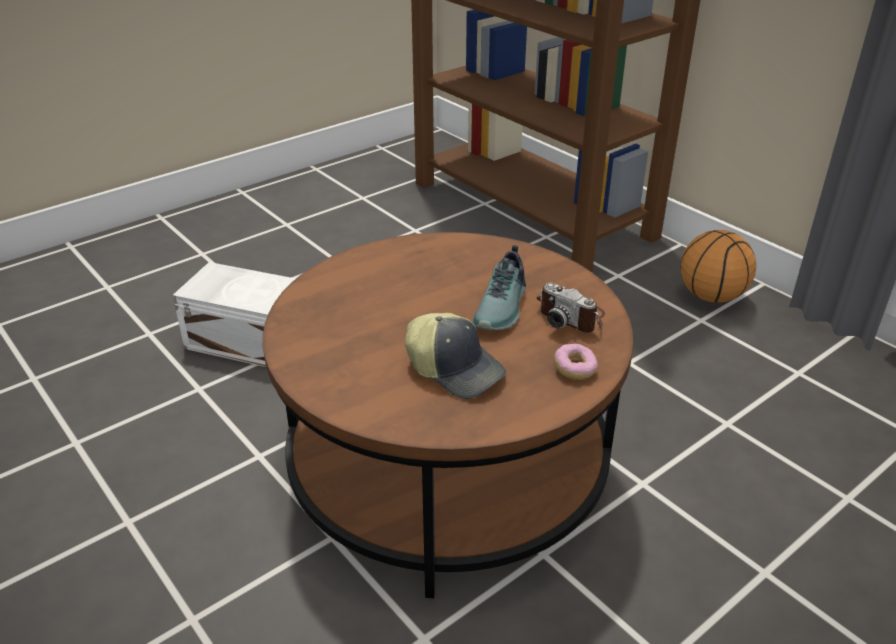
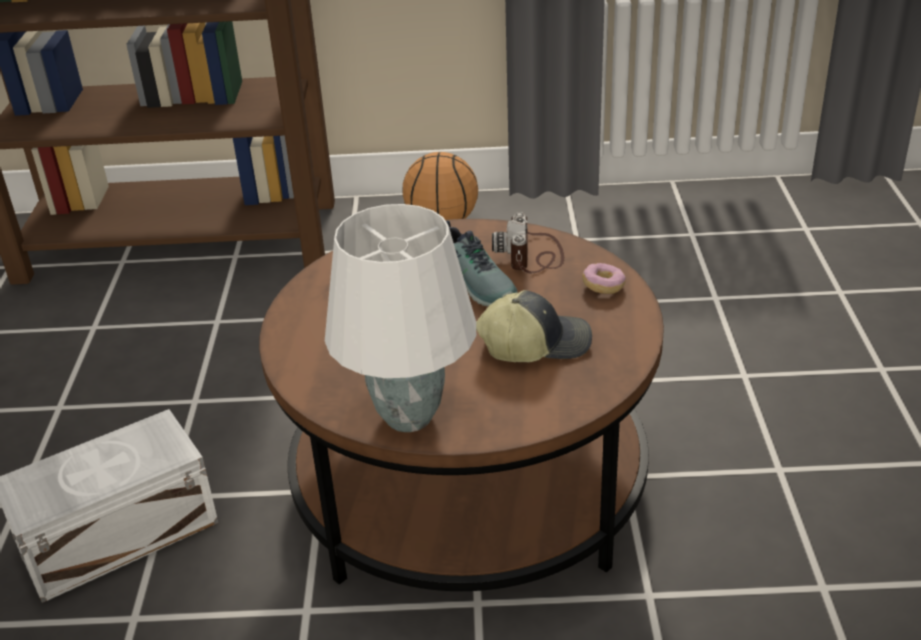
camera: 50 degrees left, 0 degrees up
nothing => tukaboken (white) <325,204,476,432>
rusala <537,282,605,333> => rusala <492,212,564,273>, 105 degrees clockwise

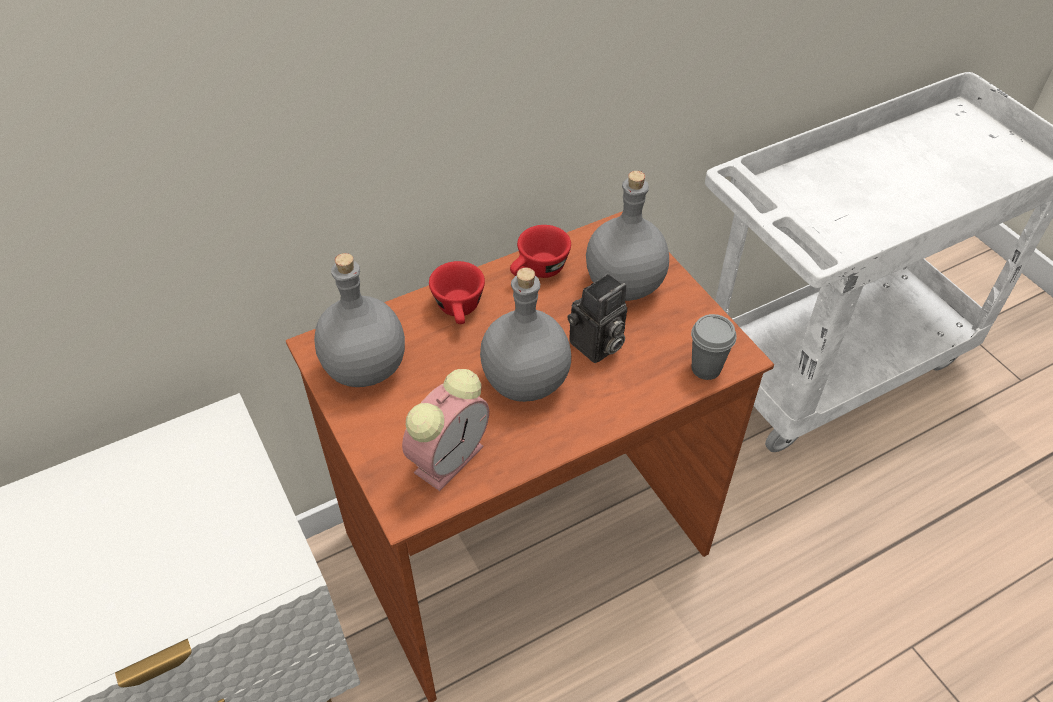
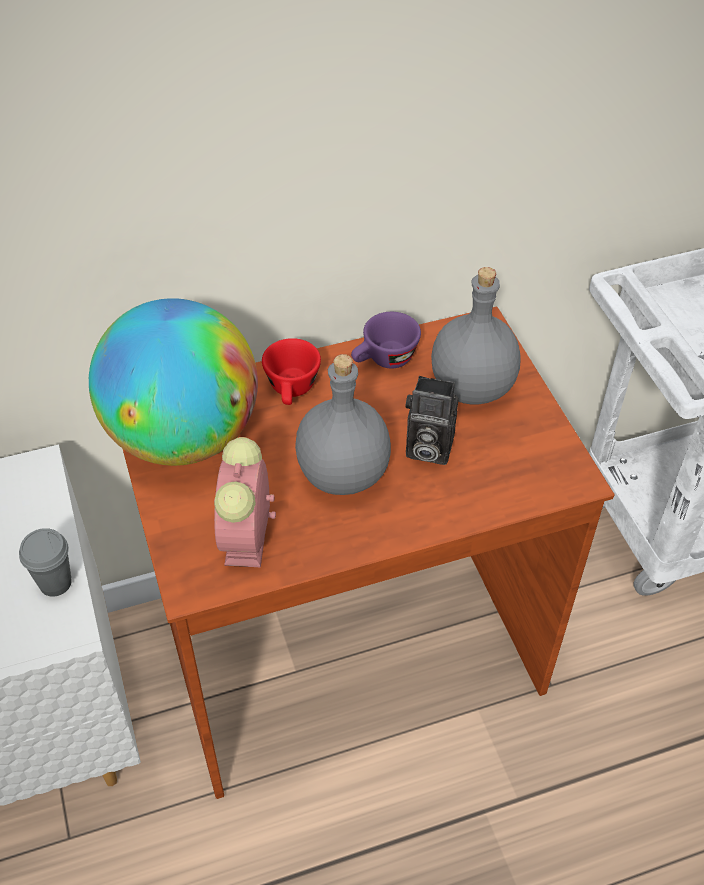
camera: 10 degrees right, 0 degrees up
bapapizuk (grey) <691,314,736,380> => bapapizuk (grey) <19,528,72,597>, relocated
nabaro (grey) <314,253,405,387> => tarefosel <89,298,258,466>
bapapizuk (red) <510,225,571,278> => bapapizuk (purple) <351,312,421,368>
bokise <402,369,489,491> => bokise <214,437,276,567>, 135 degrees clockwise
rusala <568,273,627,363> => rusala <405,376,459,465>, 45 degrees clockwise

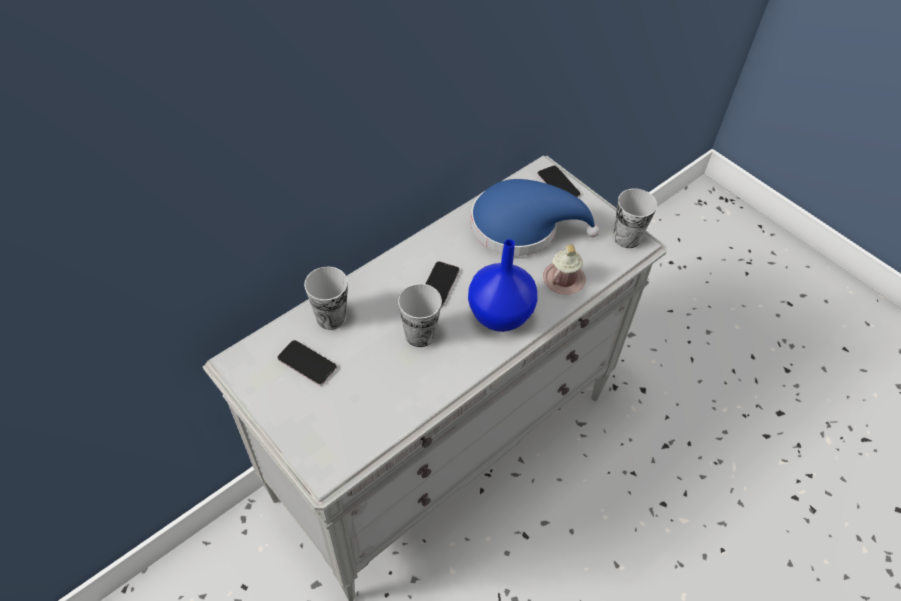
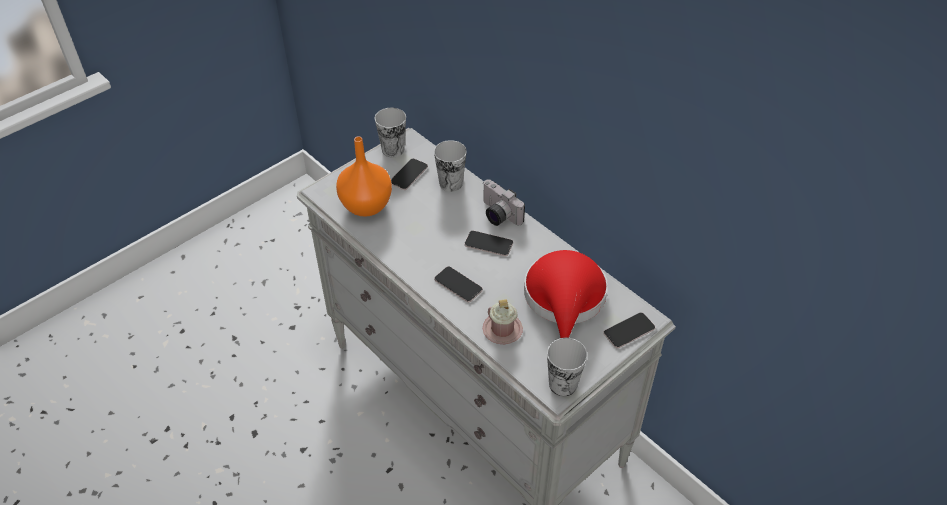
camera: 90 degrees right, 5 degrees down
nothing => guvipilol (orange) <336,136,392,217>
nothing => rusala <483,179,525,226>
bapapizuk <398,284,442,347> => bapapizuk <375,108,406,158>, relocated
guvipilol (blue) <468,239,538,332> => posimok <434,266,483,302>
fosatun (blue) <471,179,599,256> => fosatun (red) <524,250,608,338>

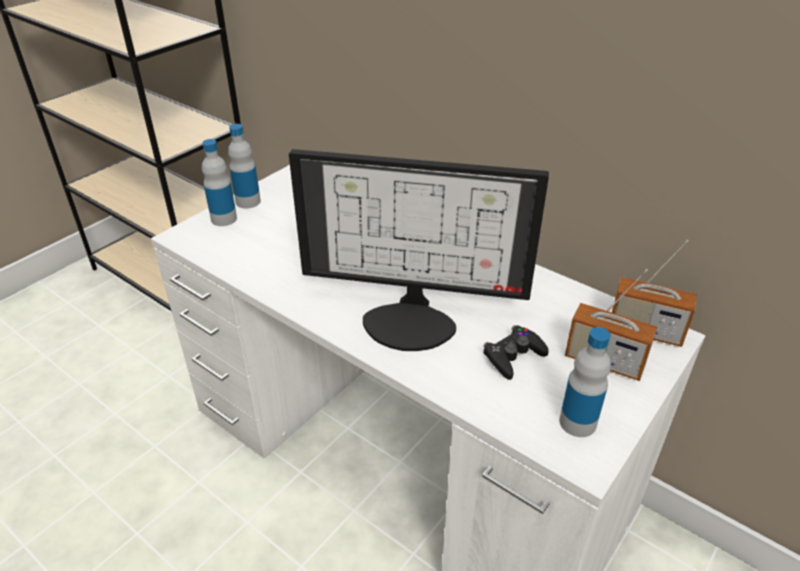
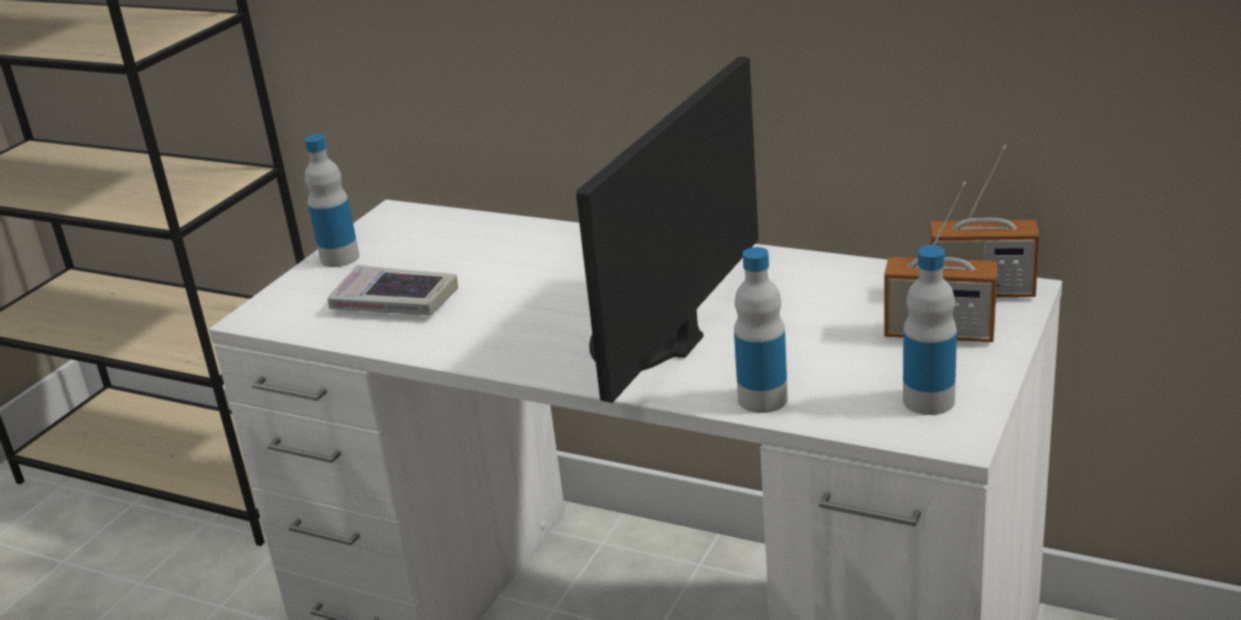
camera: 10 degrees left, 10 degrees down
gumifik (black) <483,325,549,380> => nothing
nothing => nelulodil <328,265,458,316>
nabaro <202,139,237,226> => nabaro <734,247,788,413>, relocated
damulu <289,149,549,351> => damulu <576,57,758,403>, 120 degrees clockwise

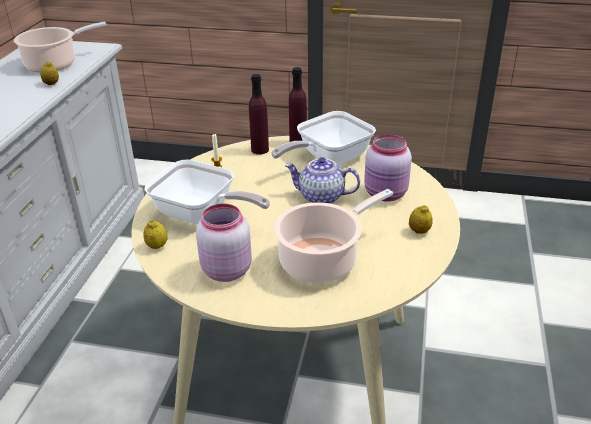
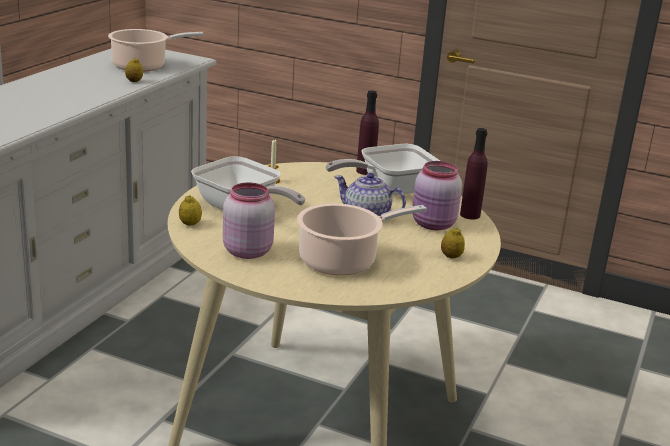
camera: 10 degrees right, 10 degrees down
nabaro (purple) <249,74,269,155> => nabaro (purple) <460,128,487,219>, relocated

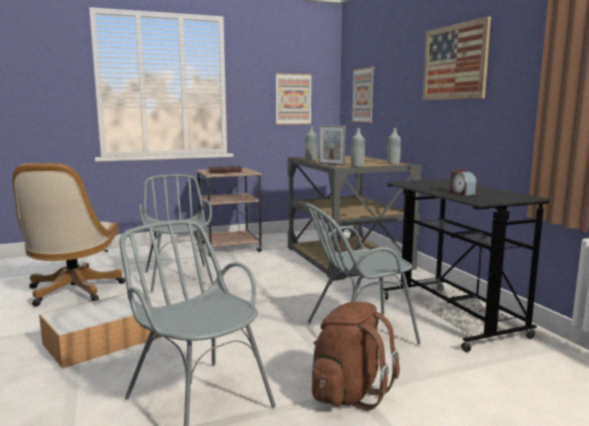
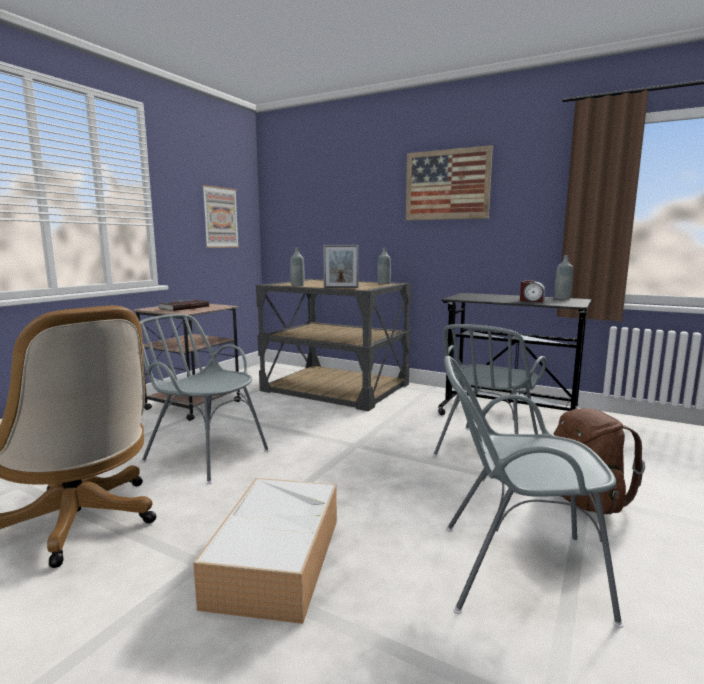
camera: 40 degrees left, 0 degrees up
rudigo <351,67,375,123> => nothing
nabaro (grey) <350,128,365,167> => nabaro (grey) <554,255,573,299>, relocated

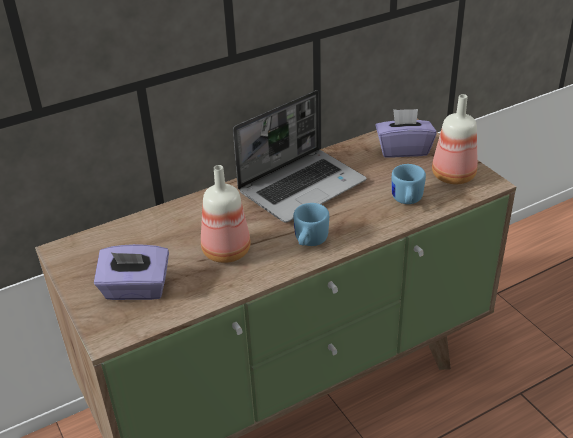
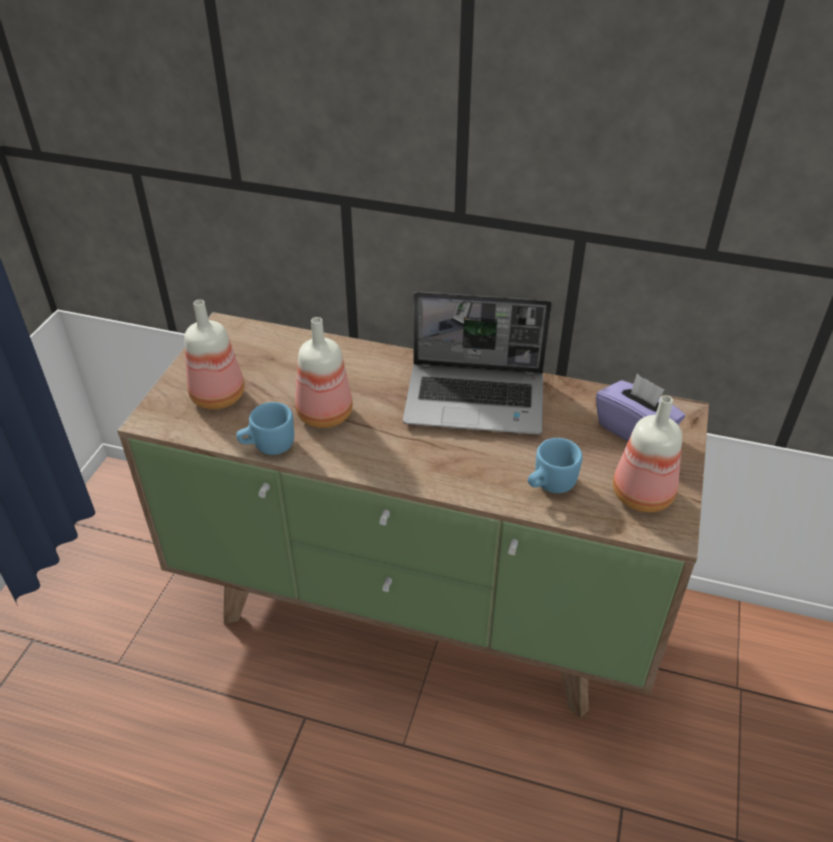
camera: 45 degrees right, 5 degrees up
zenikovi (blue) <293,203,329,246> => zenikovi (blue) <236,402,294,455>, relocated
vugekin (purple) <94,244,169,300> => nabaro <184,299,245,409>

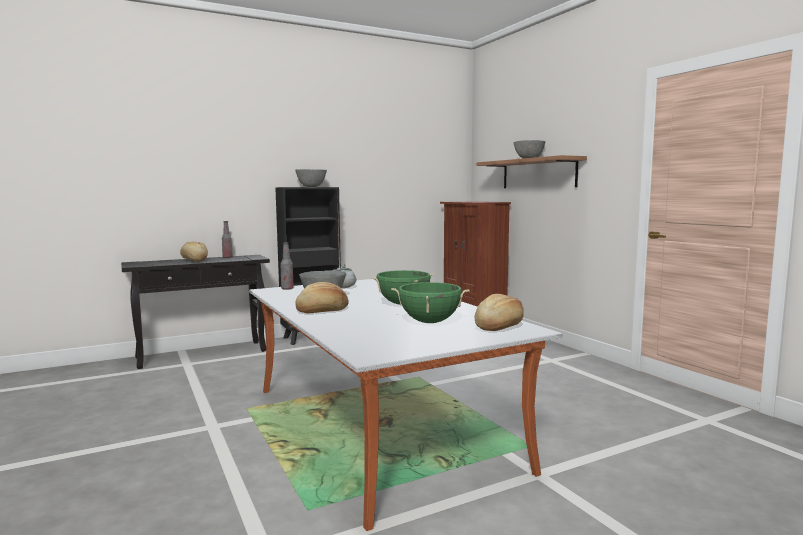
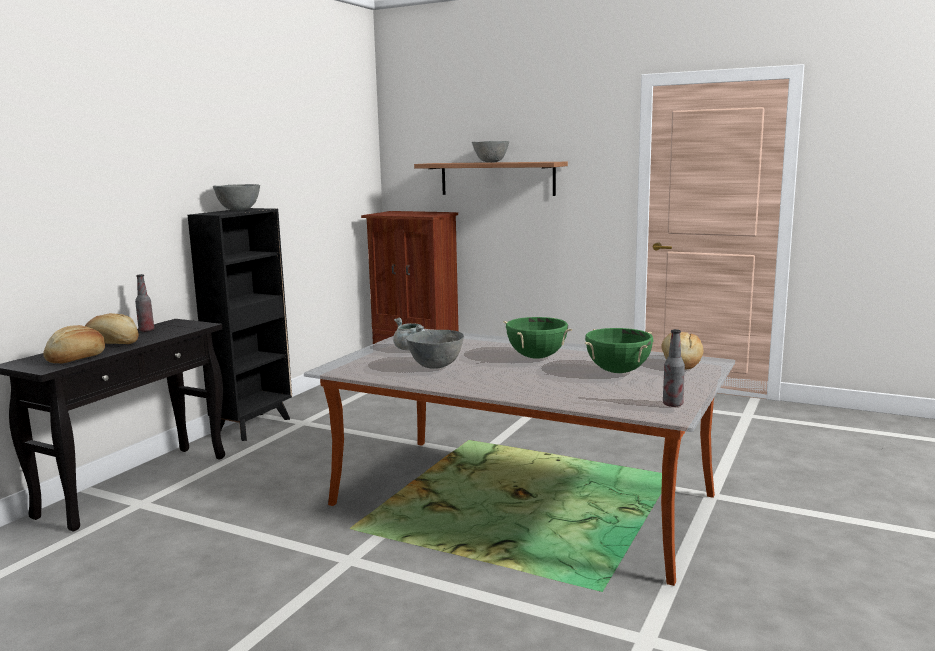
camera: 35 degrees left, 5 degrees up
nabaro <281,242,294,290> => nabaro <663,329,685,407>, relocated
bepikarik <295,282,349,313> => bepikarik <43,325,105,363>, relocated

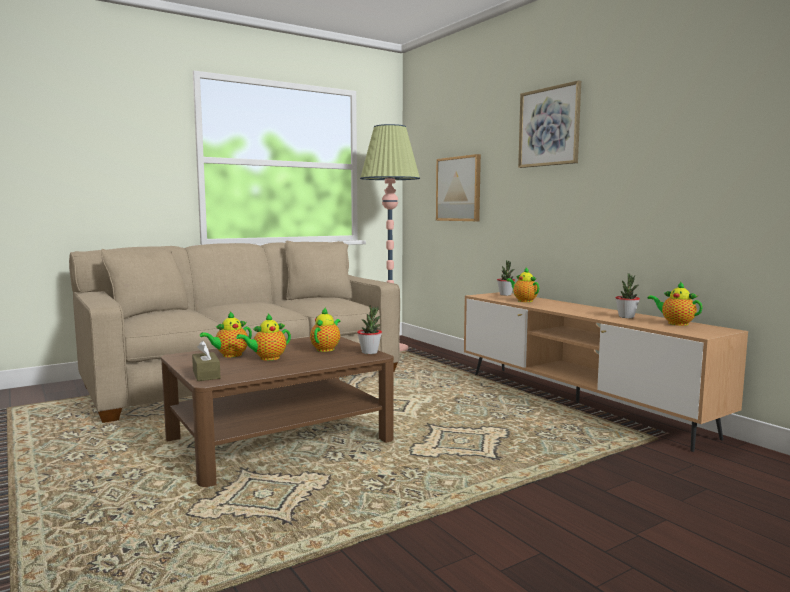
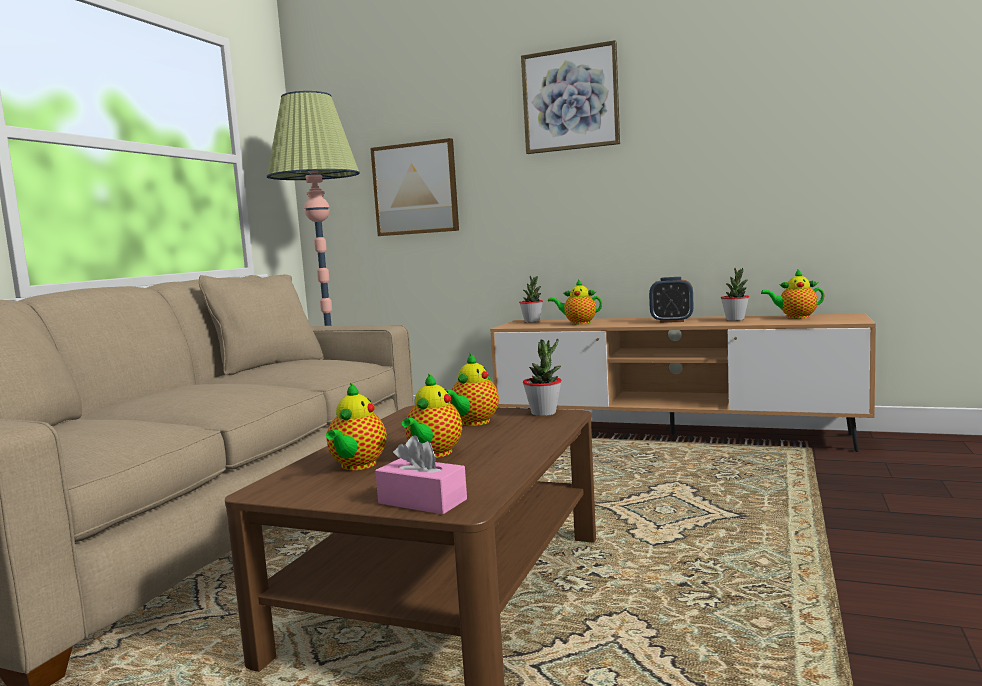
camera: 35 degrees left, 0 degrees up
nothing => bokise <649,277,693,323>
vugekin (brown) <192,341,221,381> => vugekin (pink) <375,435,467,514>
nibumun <310,307,341,352> => nibumun <447,353,499,426>, 135 degrees counterclockwise

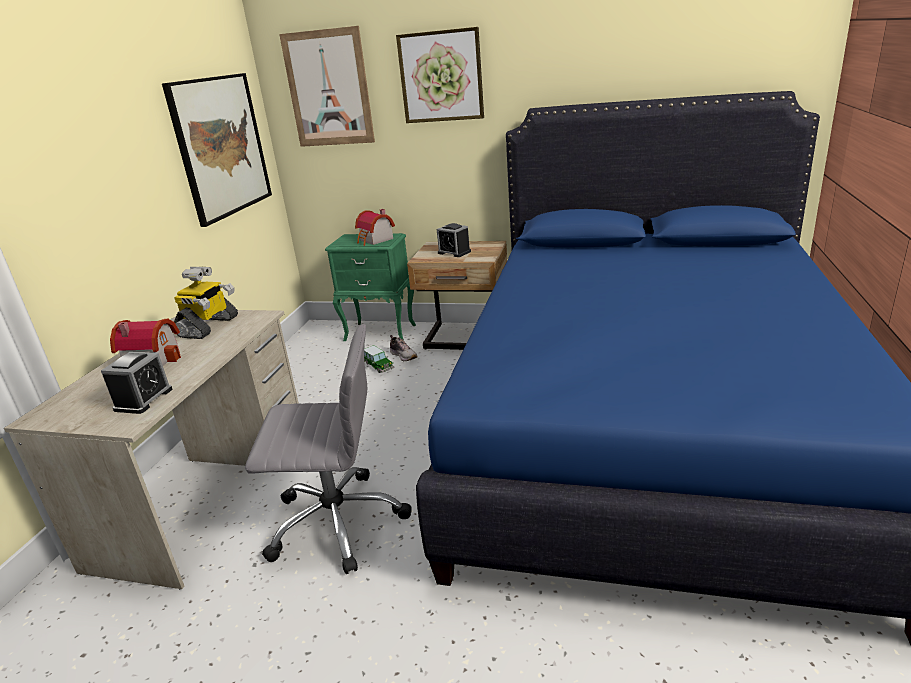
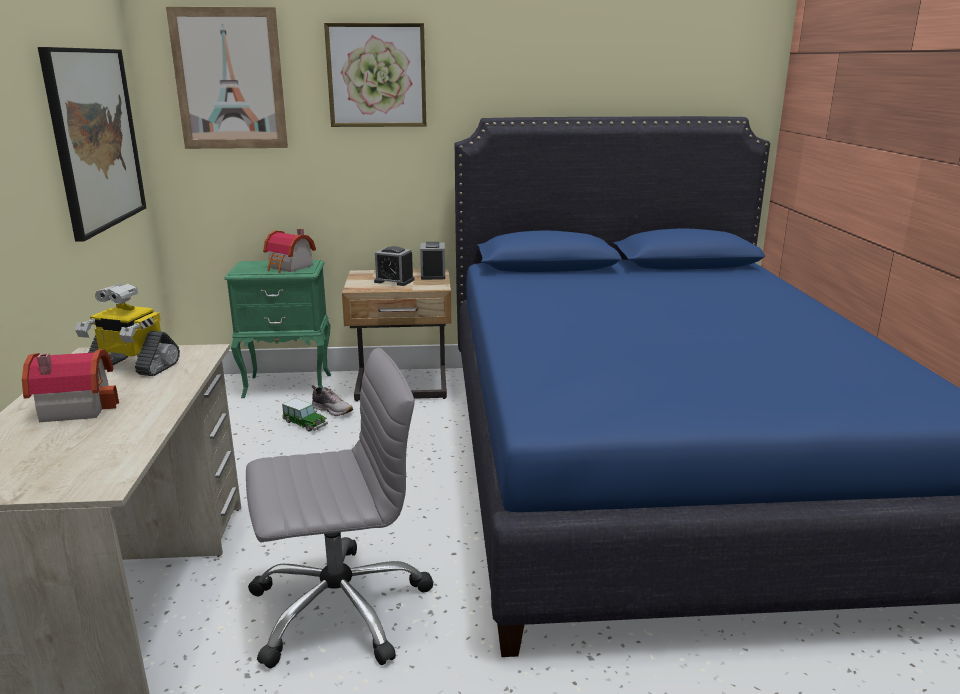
camera: 20 degrees left, 5 degrees down
bokise <101,352,172,414> => bokise <420,242,445,280>, relocated
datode <174,267,238,339> => datode <75,283,180,376>, 105 degrees clockwise

